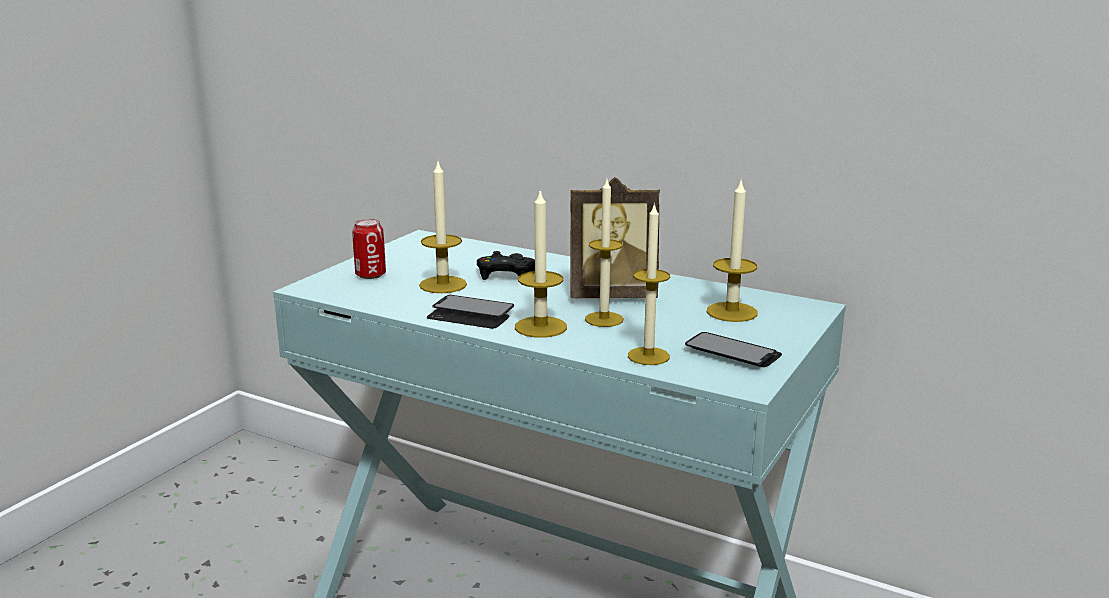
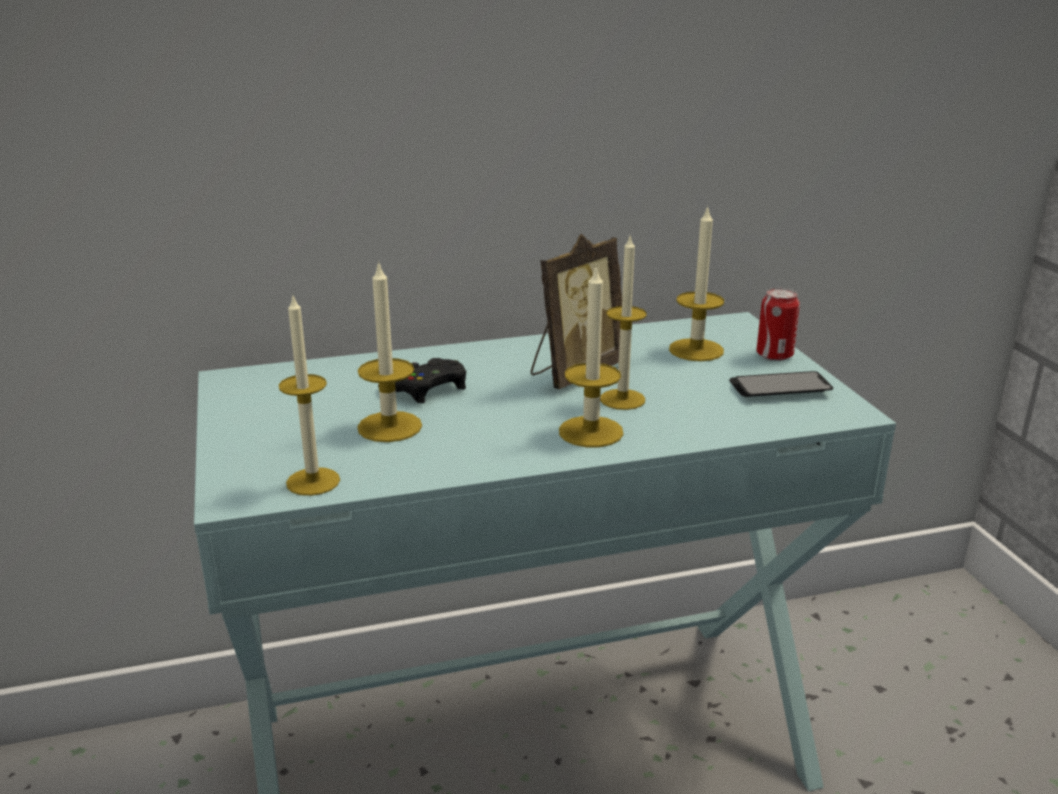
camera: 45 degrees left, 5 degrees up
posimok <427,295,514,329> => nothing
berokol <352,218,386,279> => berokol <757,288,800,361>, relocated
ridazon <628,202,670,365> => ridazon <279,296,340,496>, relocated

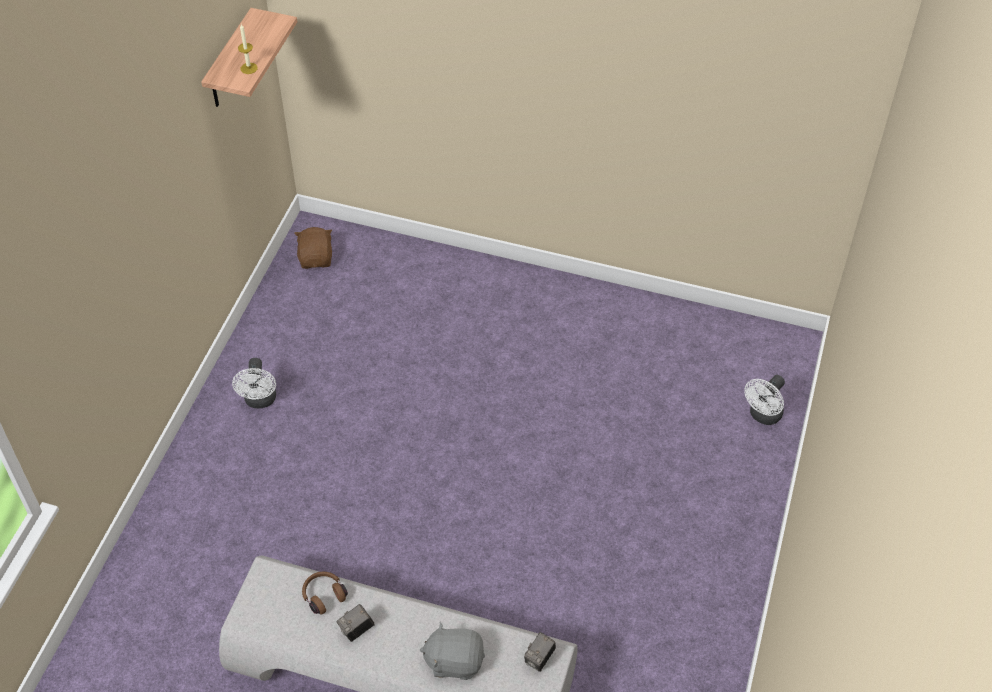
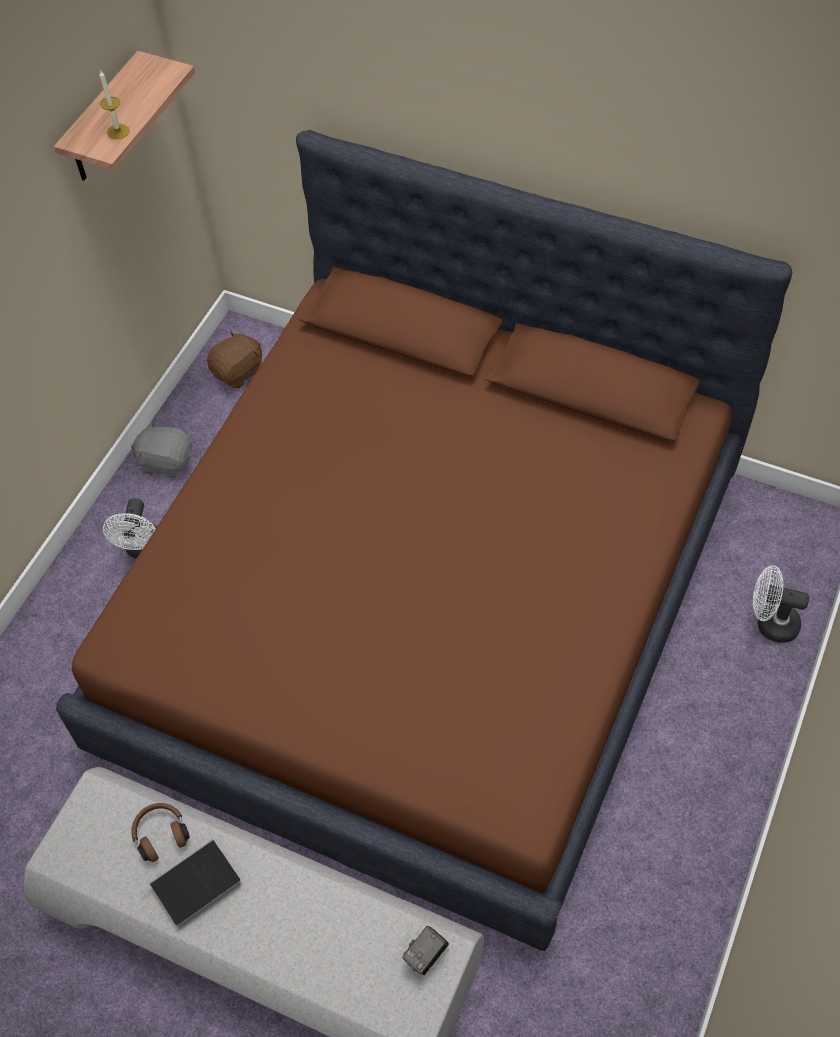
camera: 10 degrees right, 5 degrees up
nothing => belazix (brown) <56,130,792,951>
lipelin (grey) <420,622,485,680> => lipelin (grey) <131,420,192,478>, relocated
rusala <337,604,375,642> => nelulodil <141,839,242,929>
lipelin (brown) <294,227,332,269> => lipelin (brown) <207,330,262,388>, 45 degrees clockwise
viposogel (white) <744,375,785,425> => viposogel (white) <753,565,809,643>, 60 degrees clockwise

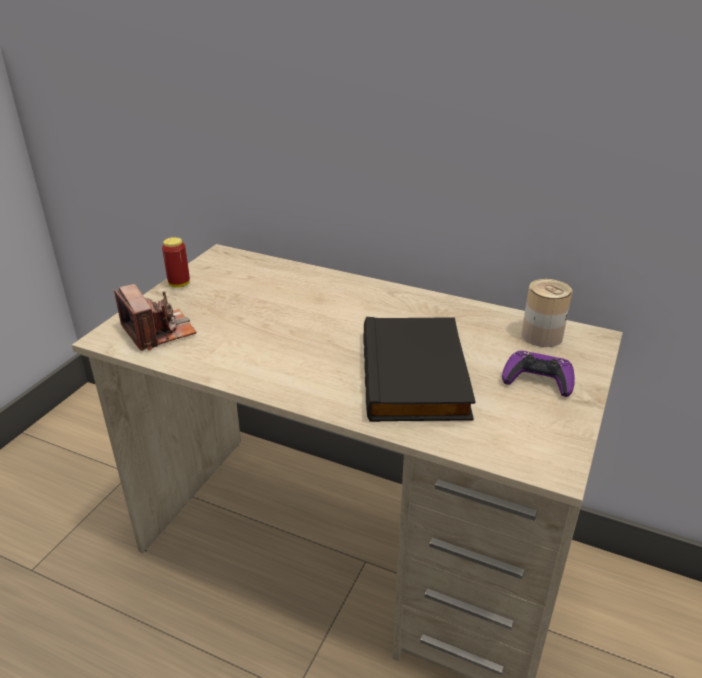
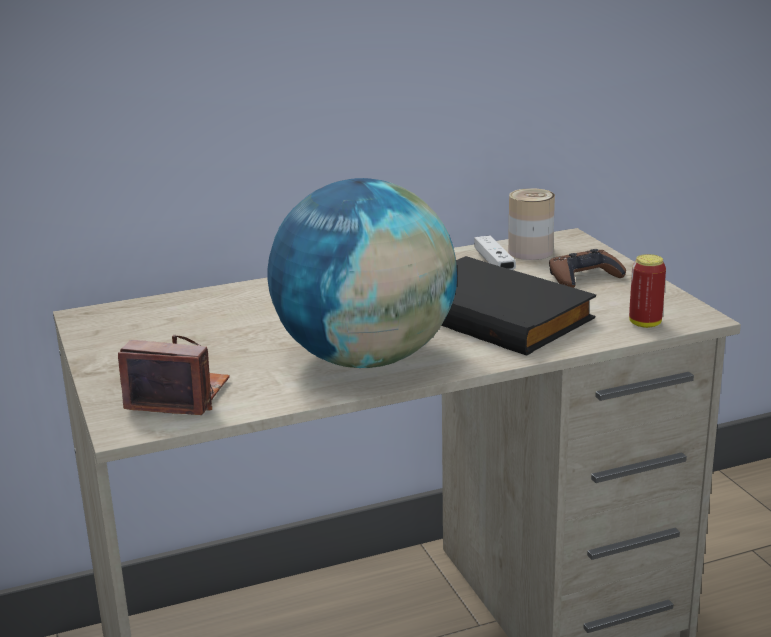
camera: 45 degrees left, 10 degrees down
nothing => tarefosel <268,178,457,368>
nothing => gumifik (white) <474,236,516,270>
berokol <162,237,190,288> => berokol <629,254,666,328>, relocated
gumifik (purple) <502,351,575,397> => gumifik (brown) <549,249,626,288>

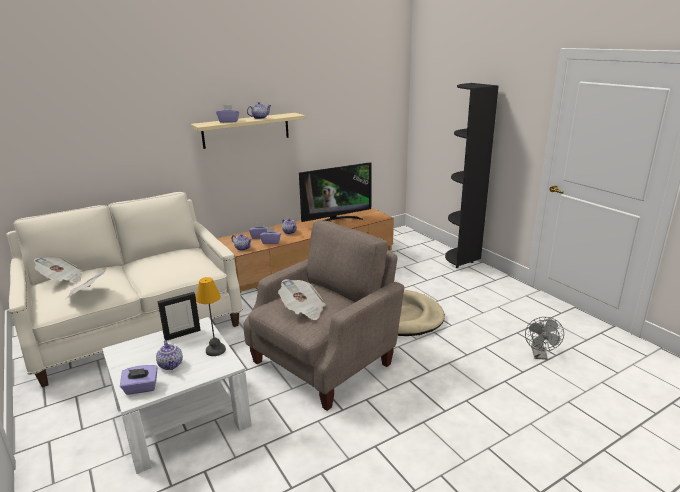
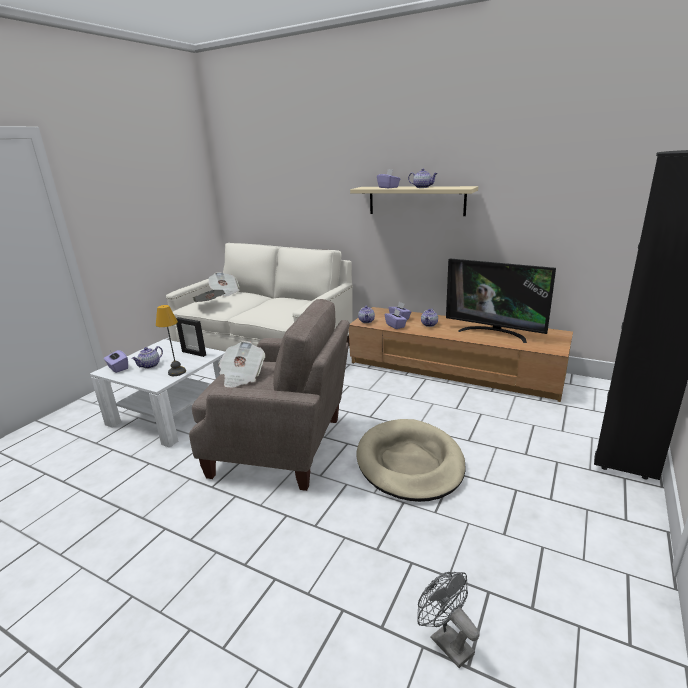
camera: 60 degrees right, 0 degrees up
viposogel (grey) <525,317,564,360> => viposogel (grey) <417,572,480,668>, 75 degrees clockwise

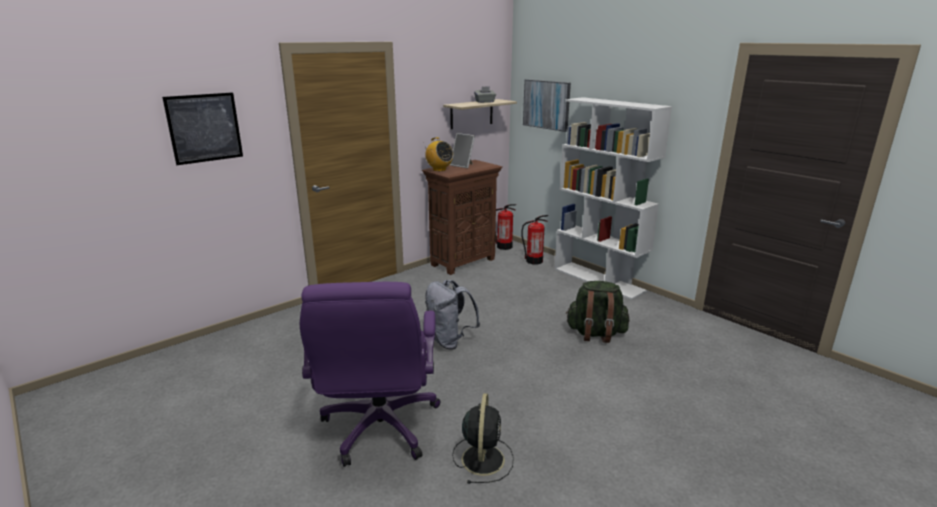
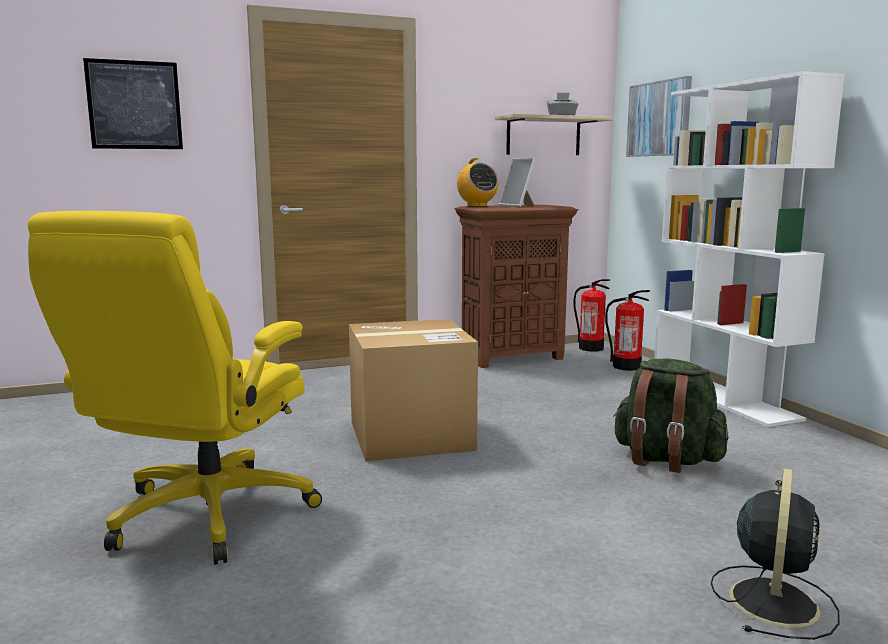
camera: 20 degrees right, 10 degrees down
viposogel (black) <452,393,514,484> => viposogel (black) <711,469,840,640>, relocated
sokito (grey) <425,280,480,350> => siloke <349,319,478,462>
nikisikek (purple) <300,282,440,467> => nikisikek (yellow) <28,211,322,565>

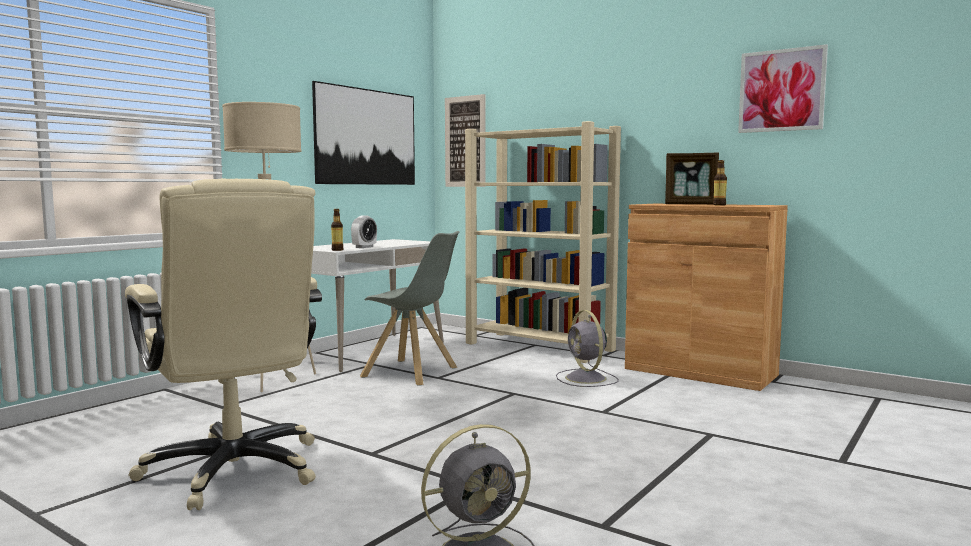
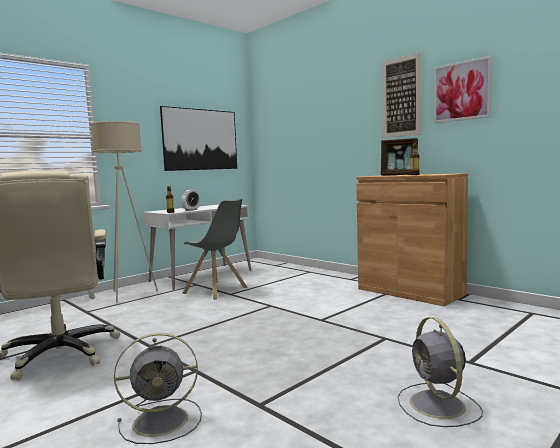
camera: 10 degrees right, 0 degrees up
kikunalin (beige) <465,121,621,363> => nothing
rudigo <445,94,485,187> => rudigo <381,52,421,138>, relocated
viposogel (grey) <556,310,619,387> => viposogel (grey) <398,317,483,427>, relocated

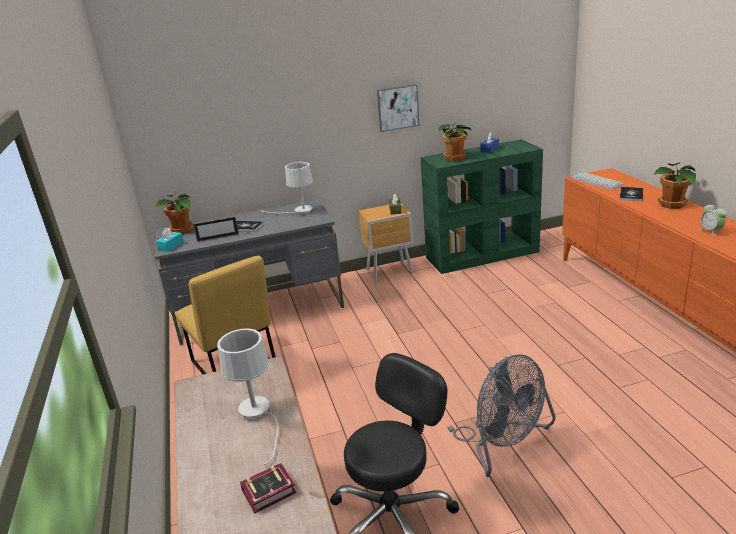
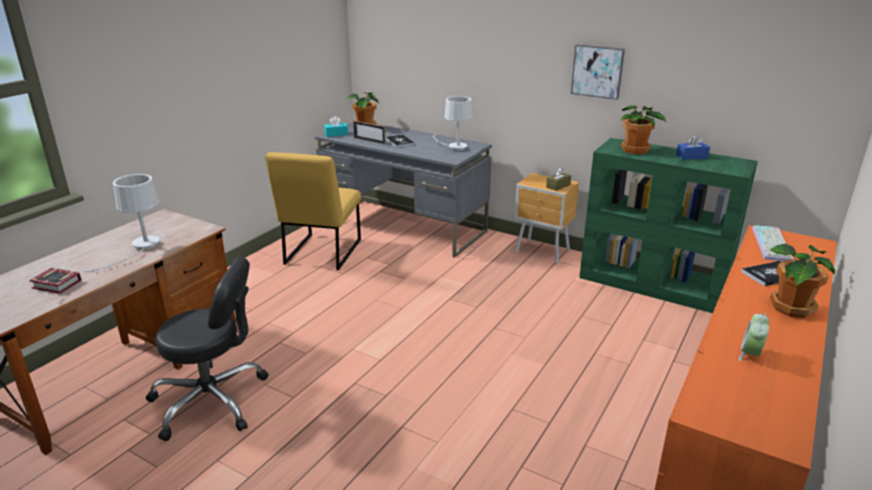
camera: 45 degrees right, 0 degrees up
viposogel (grey) <448,354,556,477> => nothing

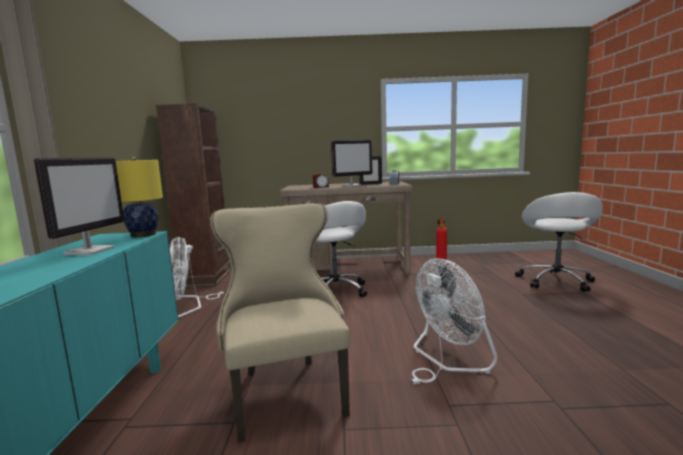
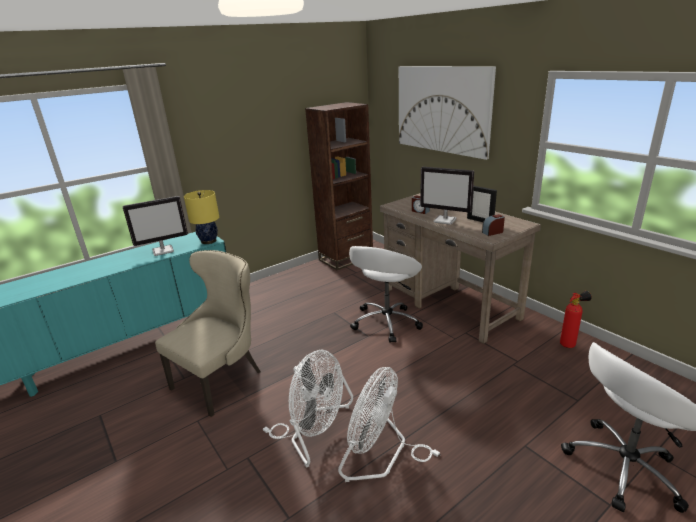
camera: 55 degrees right, 15 degrees up
nothing => rudigo <399,66,496,160>
viposogel (white) <170,237,225,319> => viposogel (white) <338,367,440,482>, relocated

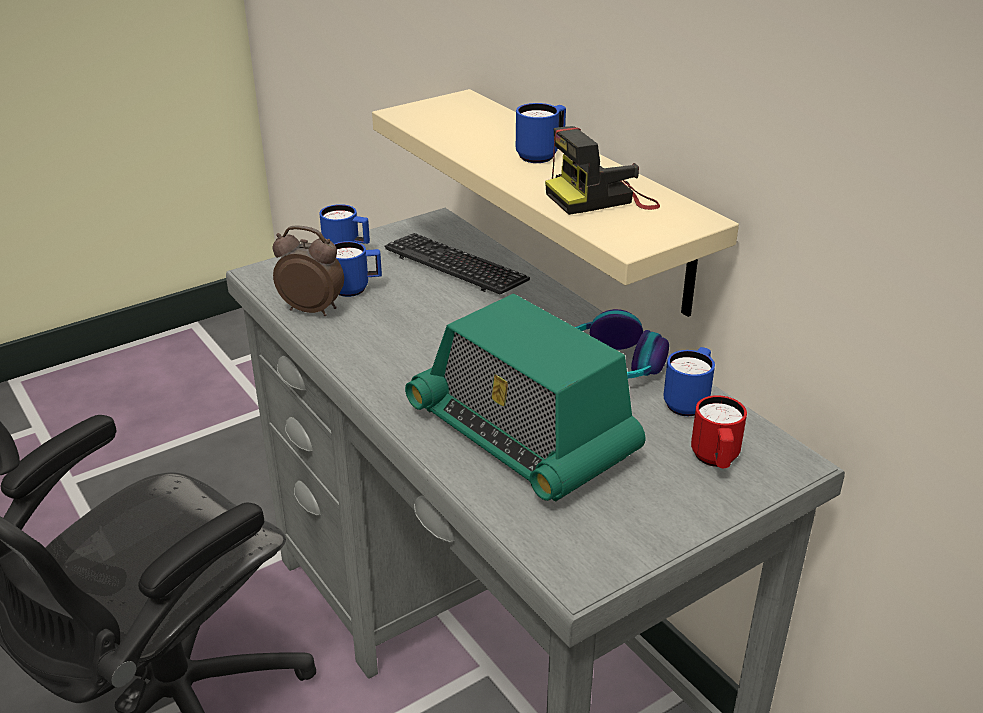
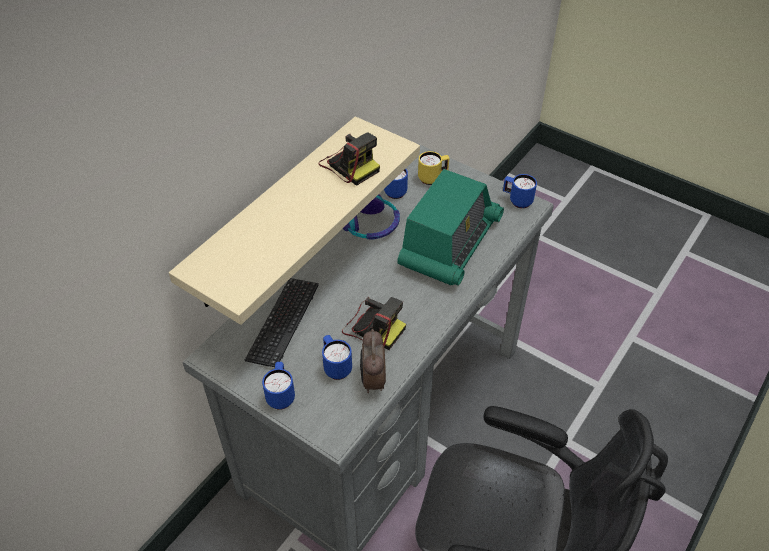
camera: 110 degrees left, 15 degrees up
nothing => rusala <342,297,406,350>
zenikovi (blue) <516,103,566,163> => zenikovi (blue) <503,174,537,208>, relocated
zenikovi (red) <691,395,747,468> => zenikovi (yellow) <418,151,449,185>

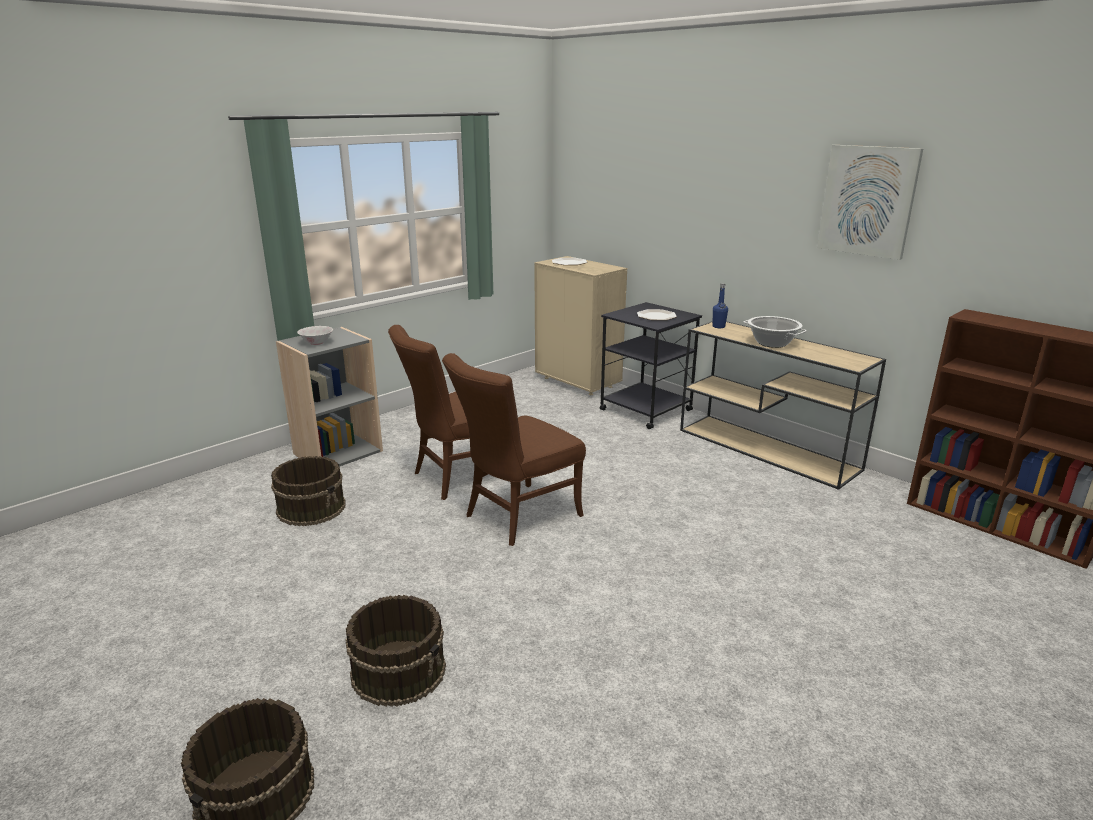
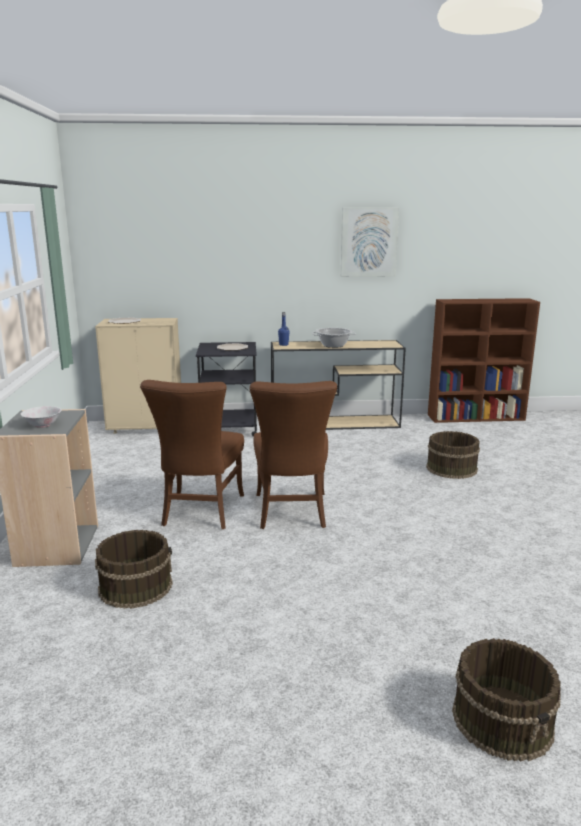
camera: 50 degrees left, 5 degrees down
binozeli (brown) <345,595,446,707> => binozeli (brown) <426,431,480,479>, relocated

